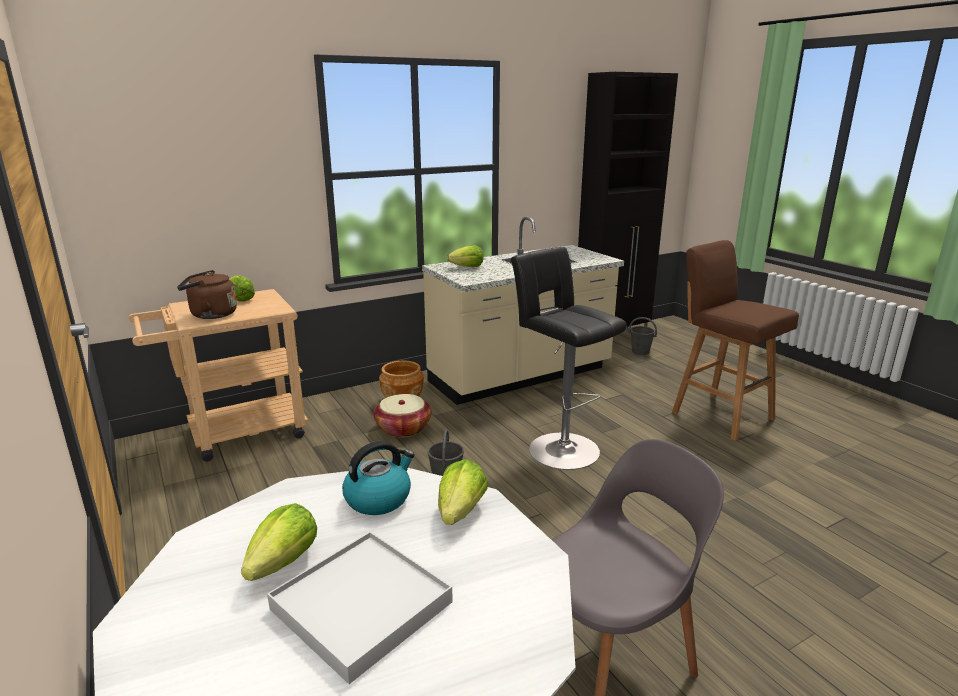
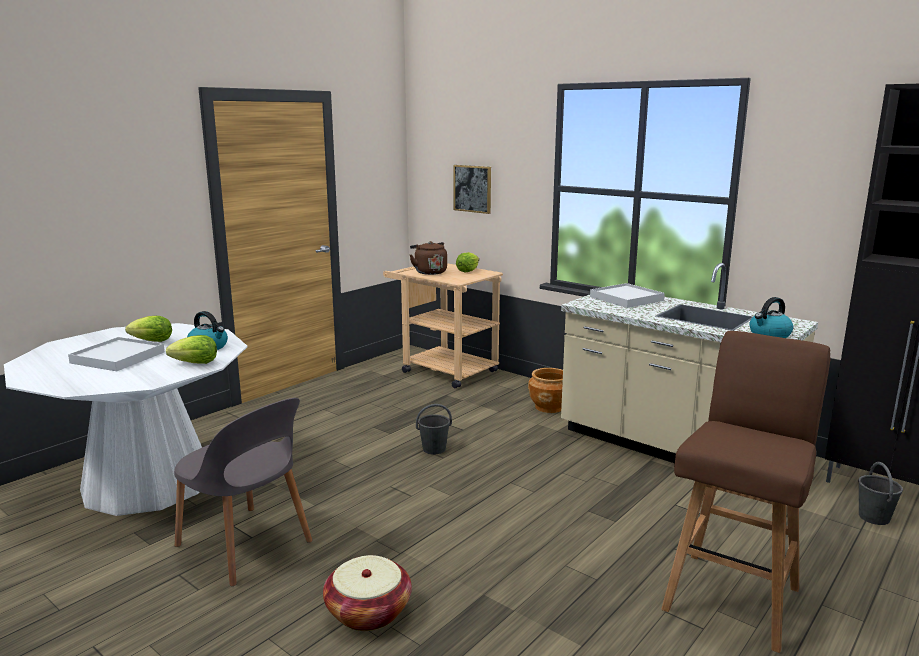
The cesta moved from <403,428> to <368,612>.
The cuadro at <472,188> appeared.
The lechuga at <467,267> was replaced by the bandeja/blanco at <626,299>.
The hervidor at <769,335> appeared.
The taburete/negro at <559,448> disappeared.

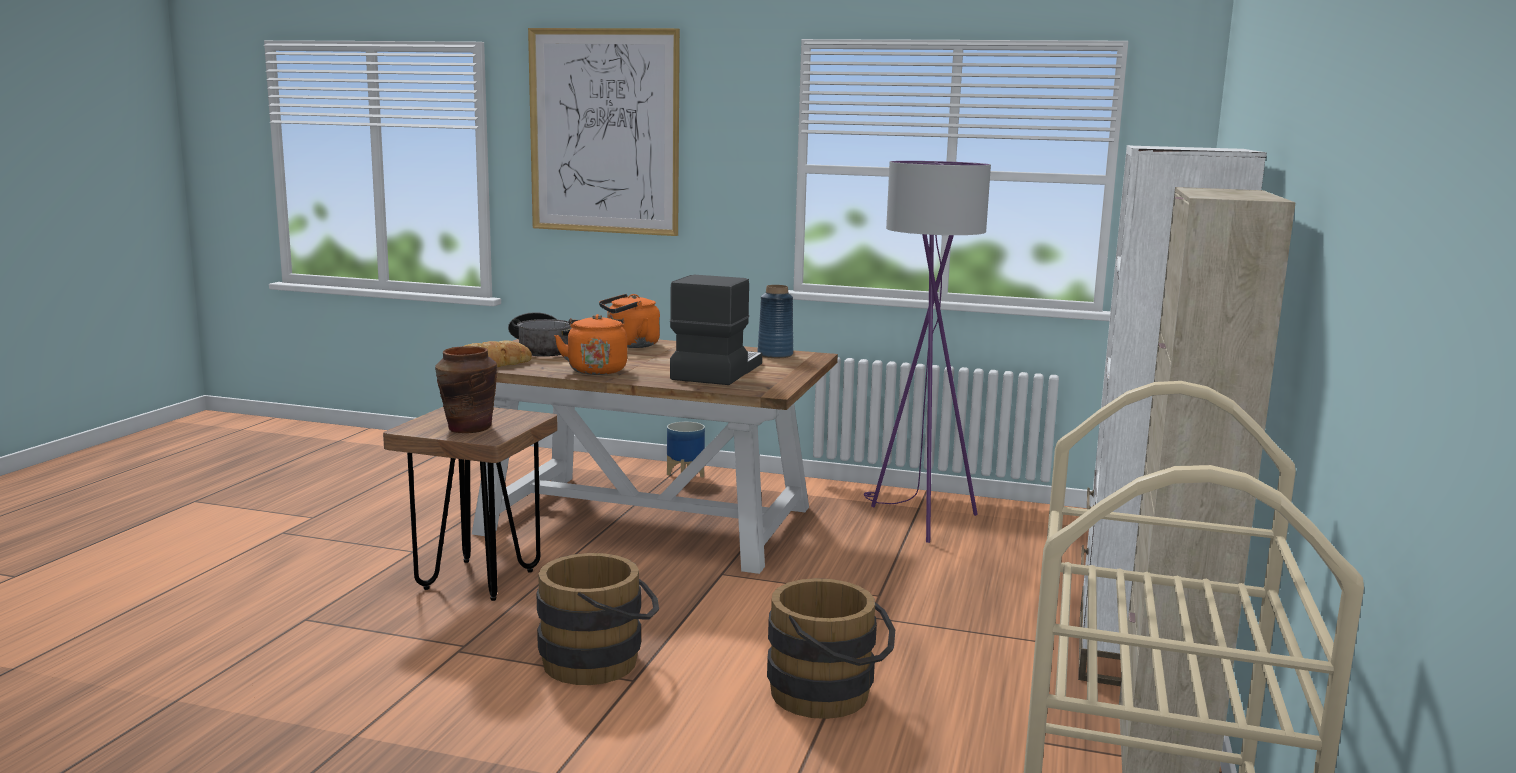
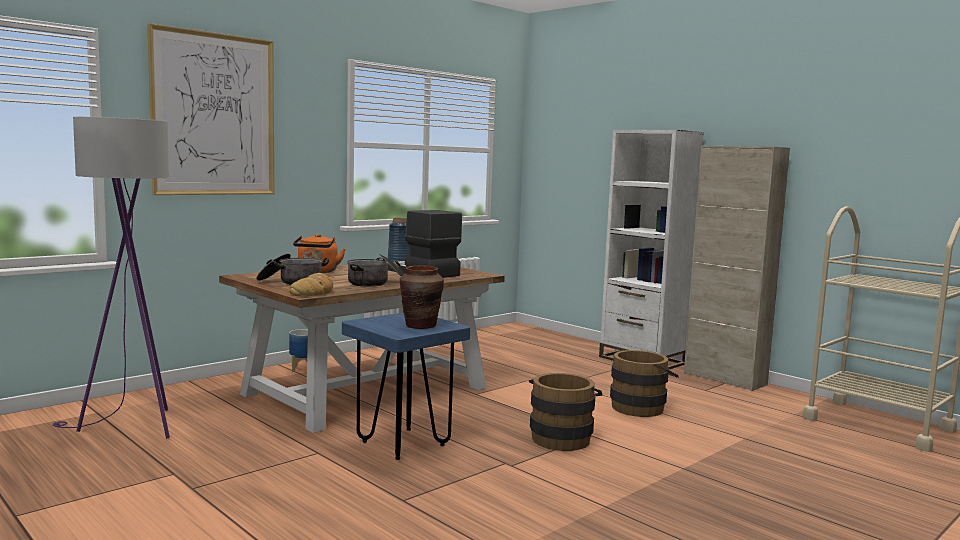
The lámpara de pie/morado moved from <916,519> to <129,427>.
The taburete/marrón at <478,580> became the taburete/azul at <403,444>.
The hervidor/naranja at <596,370> was replaced by the olla at <377,283>.

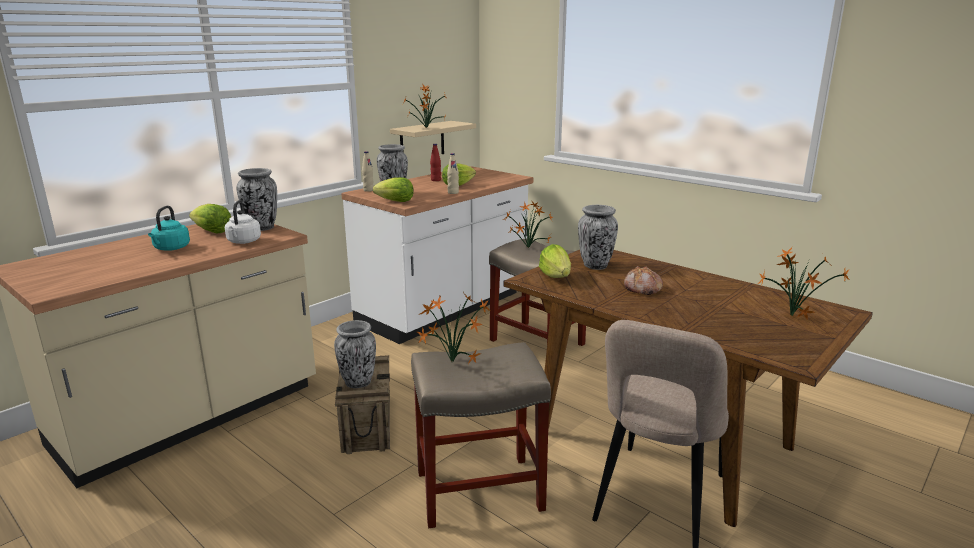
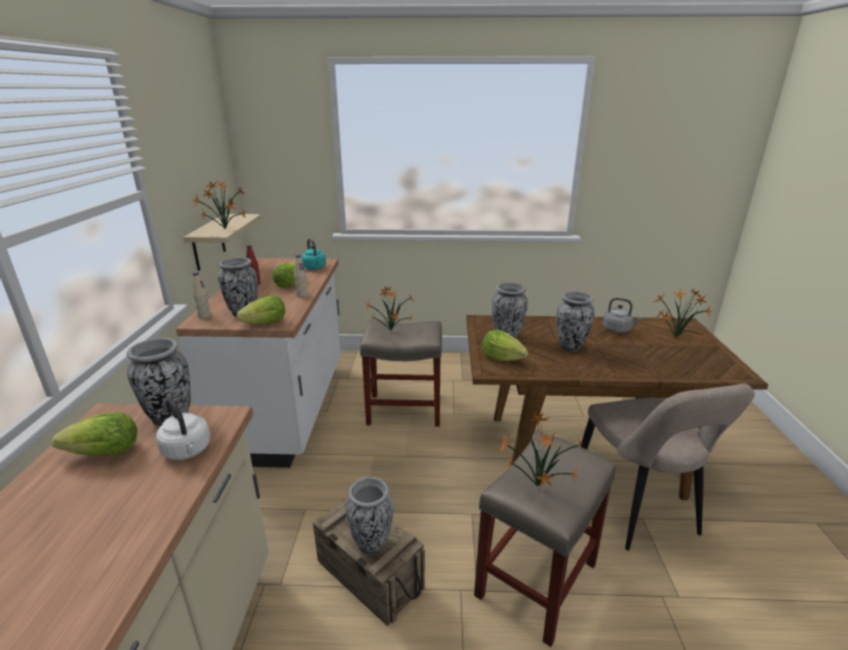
The hervidor/turquesa moved from <171,248> to <315,268>.
The pan at <642,289> was replaced by the florero at <570,347>.
The hervidor/gris at <618,330> appeared.

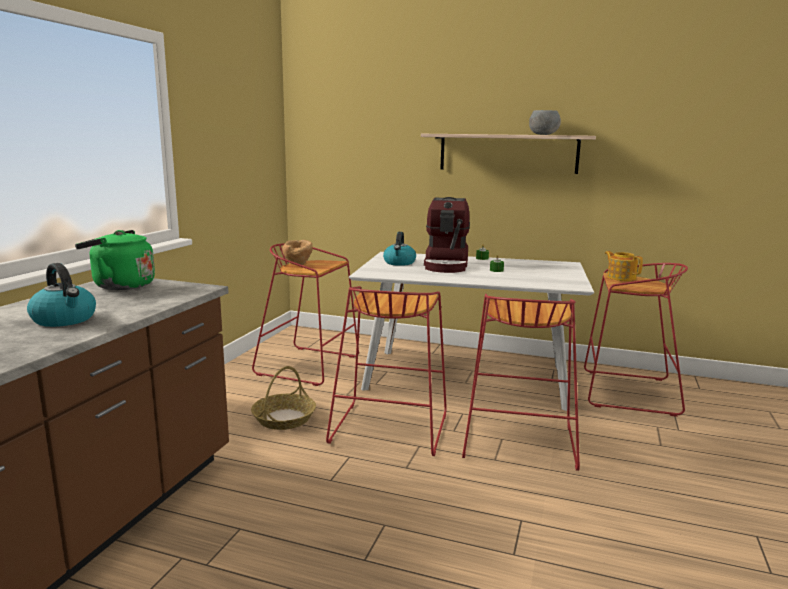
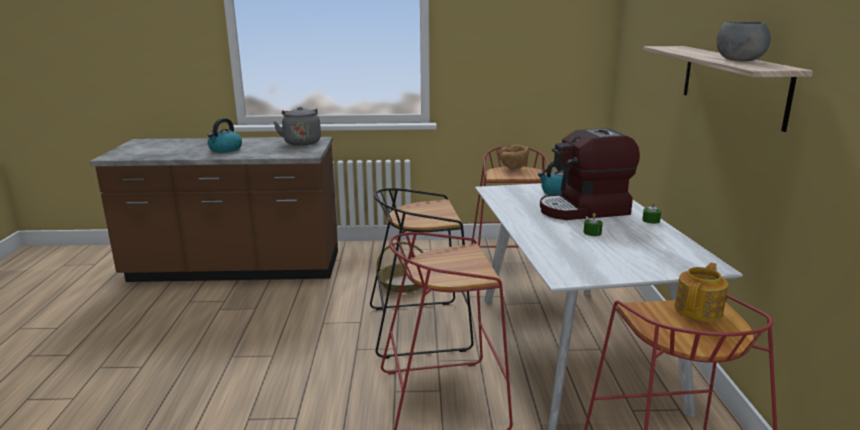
The hervidor/verde at <120,286> became the hervidor/gris at <301,142>.
The taburete/rojo at <389,427> became the taburete/negro at <421,328>.

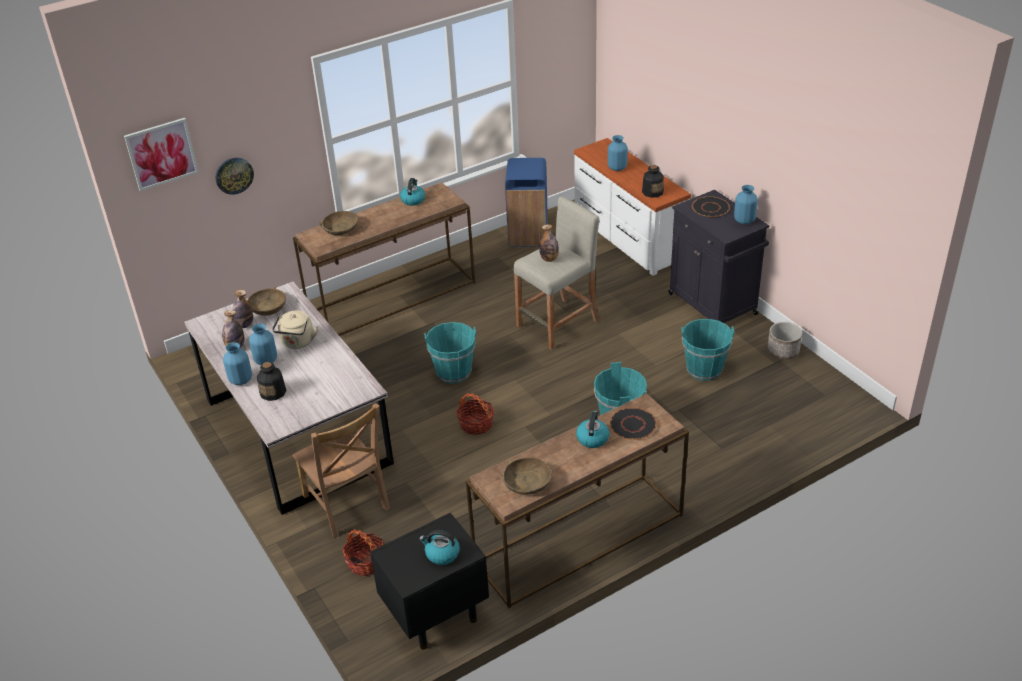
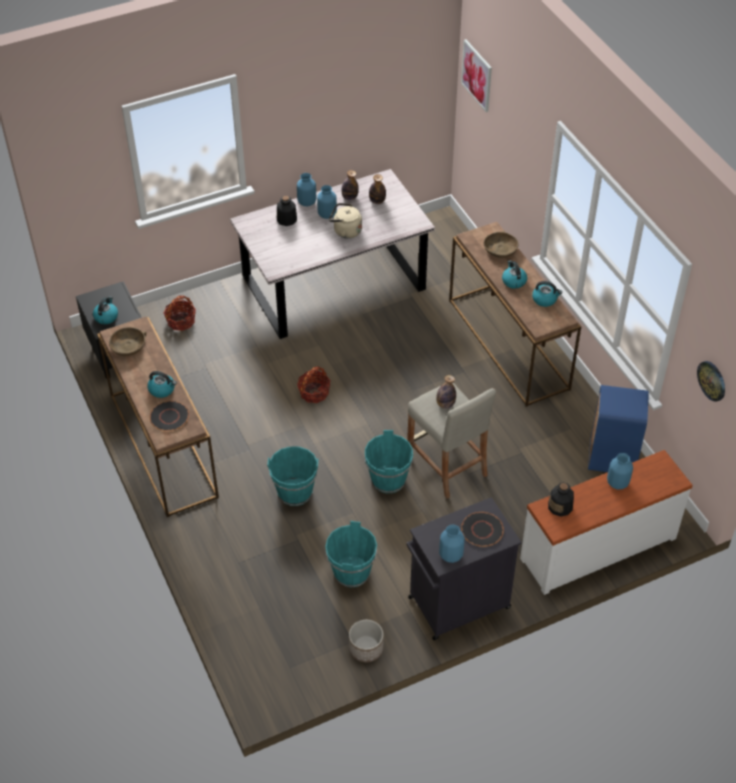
The cubo/turquesa moved from <453,372> to <388,480>.
The hervidor at <513,281> appeared.
The reloj de pared moved from <234,175> to <712,380>.
The cuenco/marrón at <268,307> disappeared.
The silla/marrón at <347,505> disappeared.

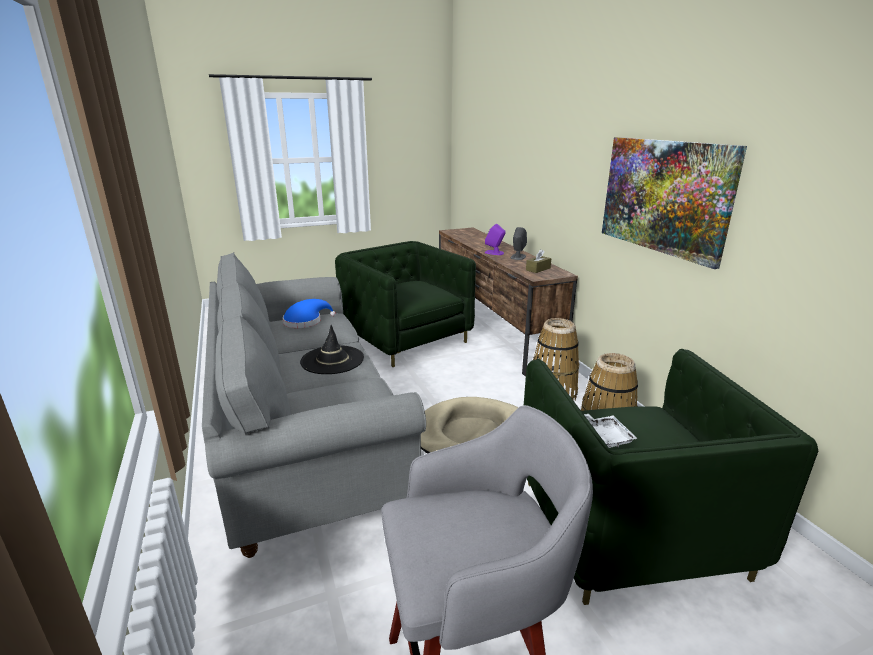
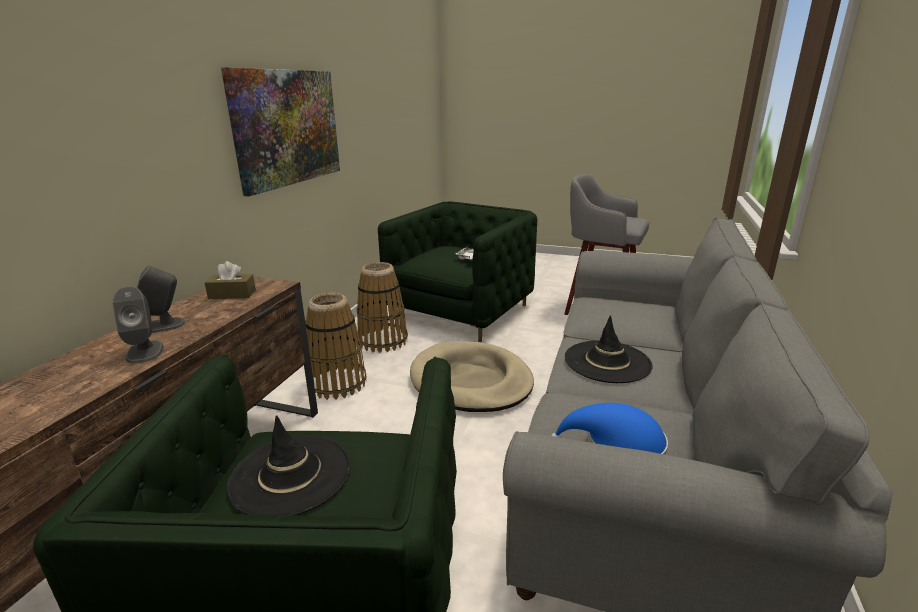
The altavoz/morado at <494,253> became the altavoz/gris at <145,352>.
The sombrero/negro at <291,475> appeared.

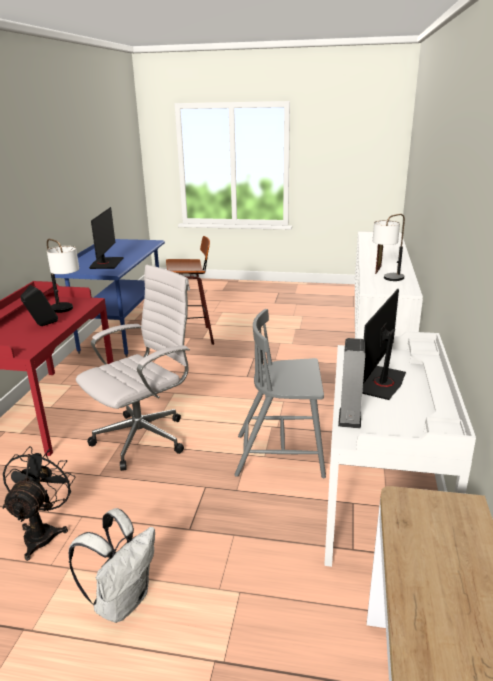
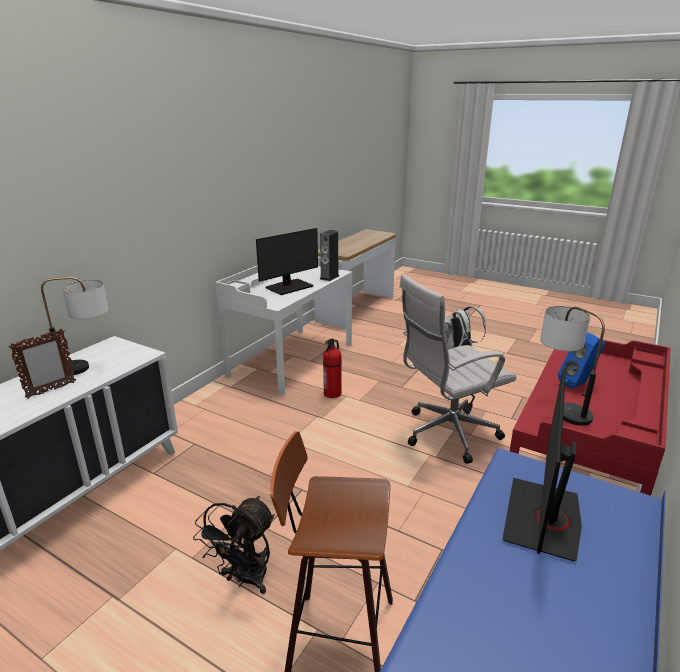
The ventilador/negro moved from <43,532> to <245,579>.
The silla/gris at <281,455> was replaced by the extintor at <332,394>.
The altavoz/negro at <42,325> became the altavoz/azul at <578,384>.

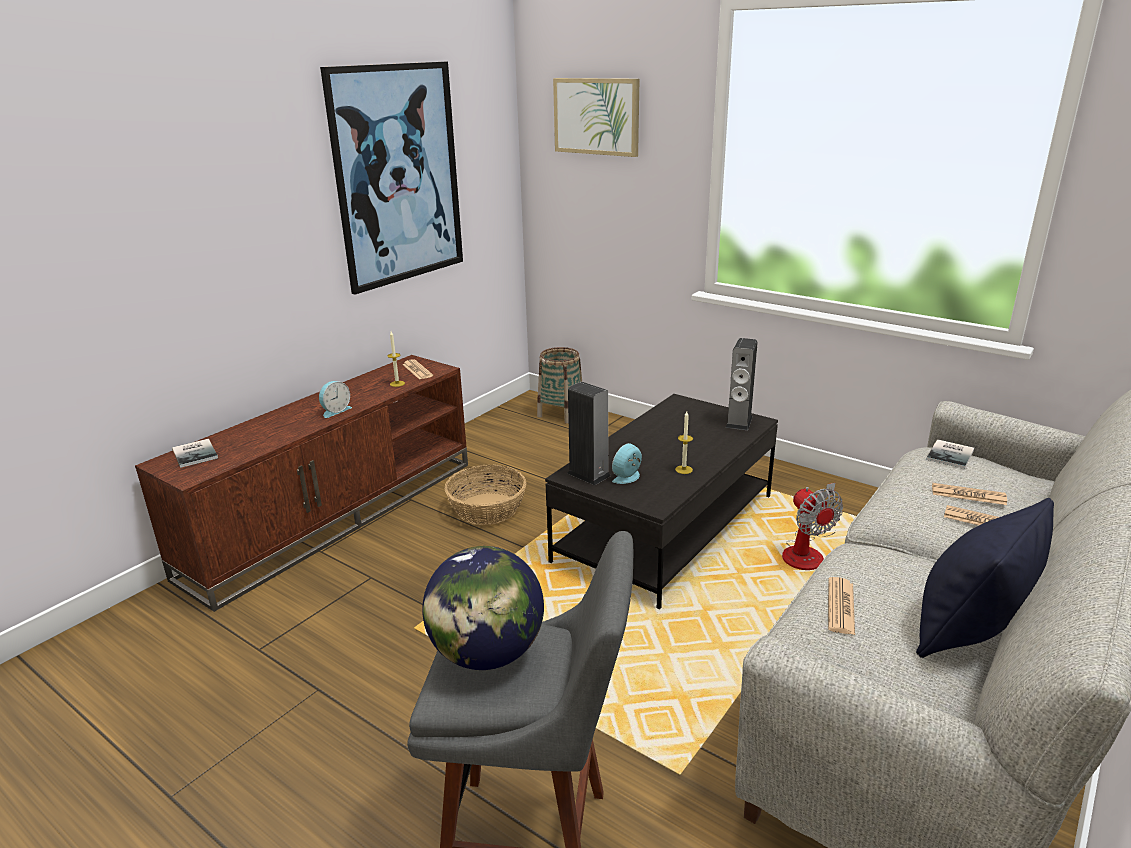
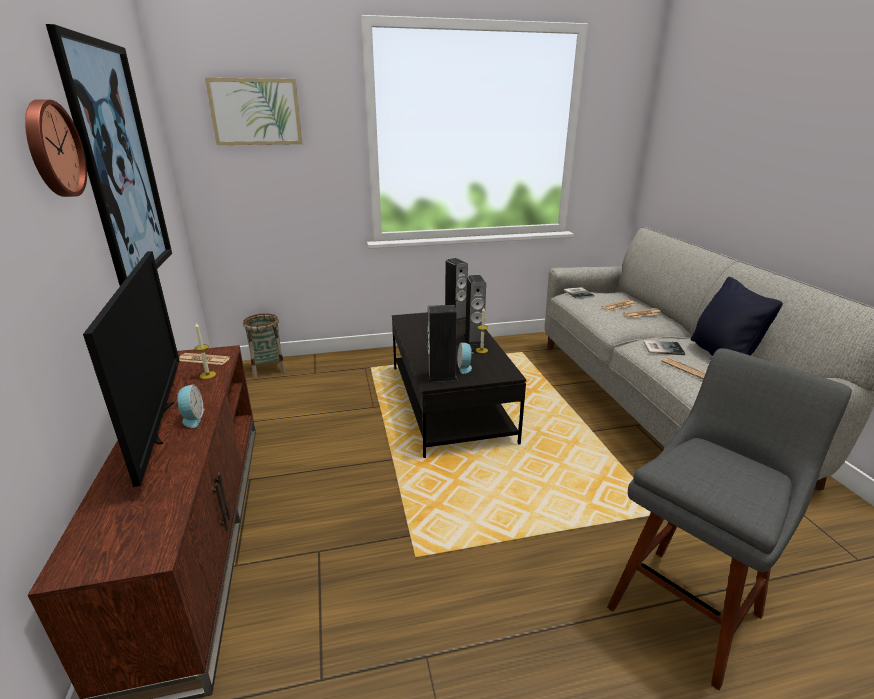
The reloj de pared at <52,149> appeared.
The televisor at <158,423> appeared.
The altavoz at <474,339> appeared.
The libro moved from <196,453> to <662,348>.
The globo terráqueo at <487,654> disappeared.
The cesta at <487,508> disappeared.
The ventilador at <807,552> disappeared.

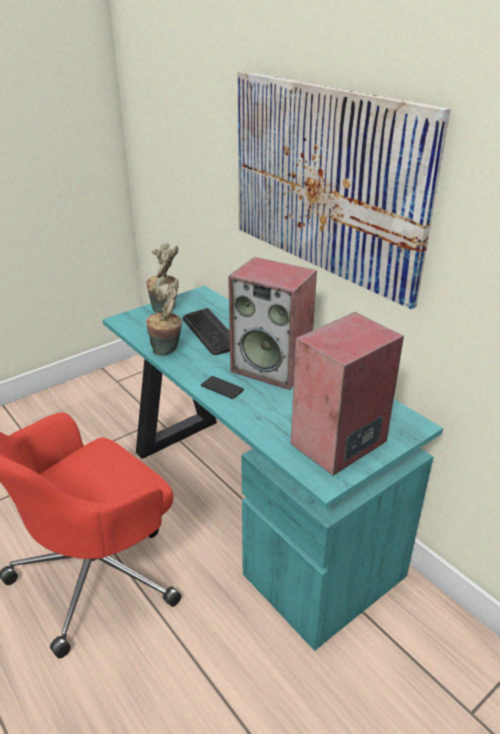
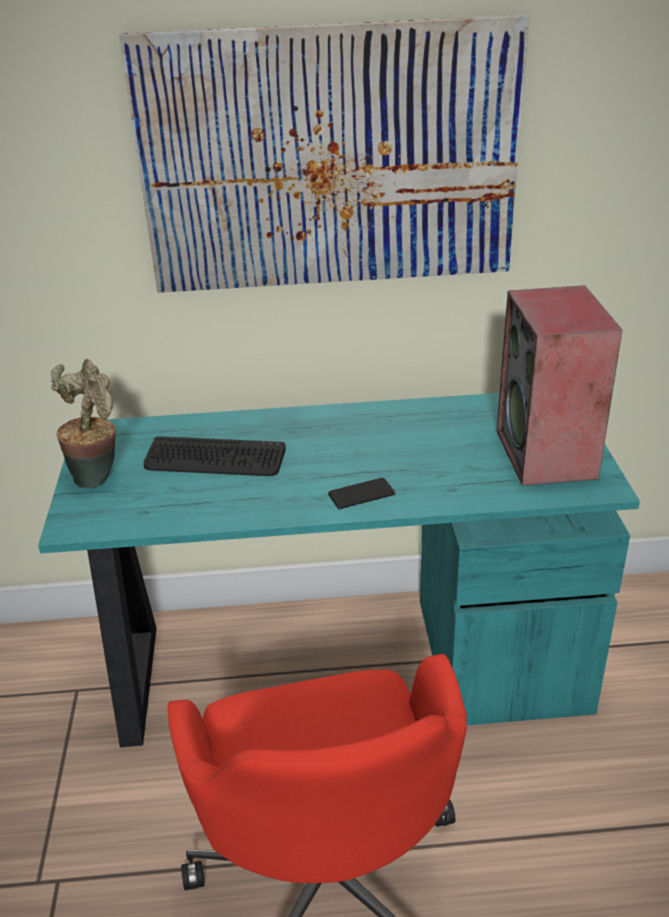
The planta en maceta at <168,350> disappeared.
The altavoz at <272,368> disappeared.

